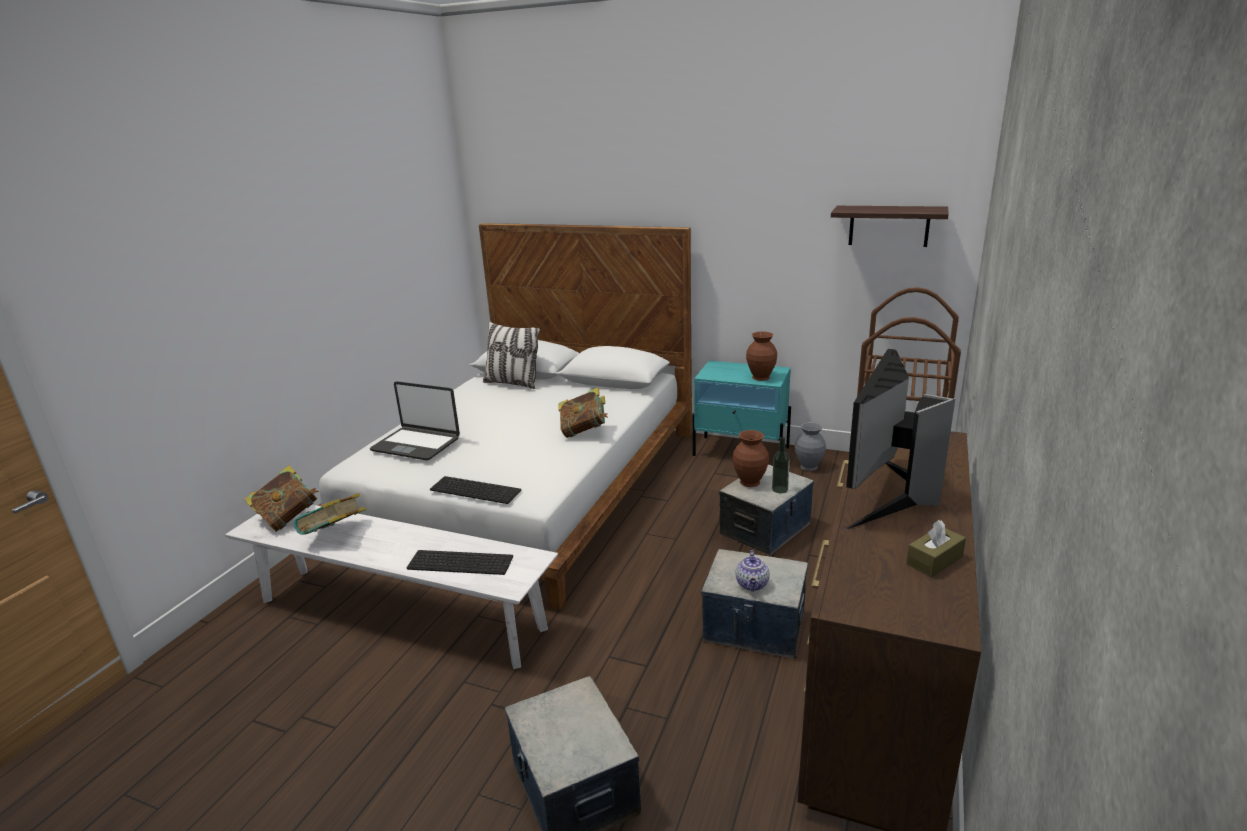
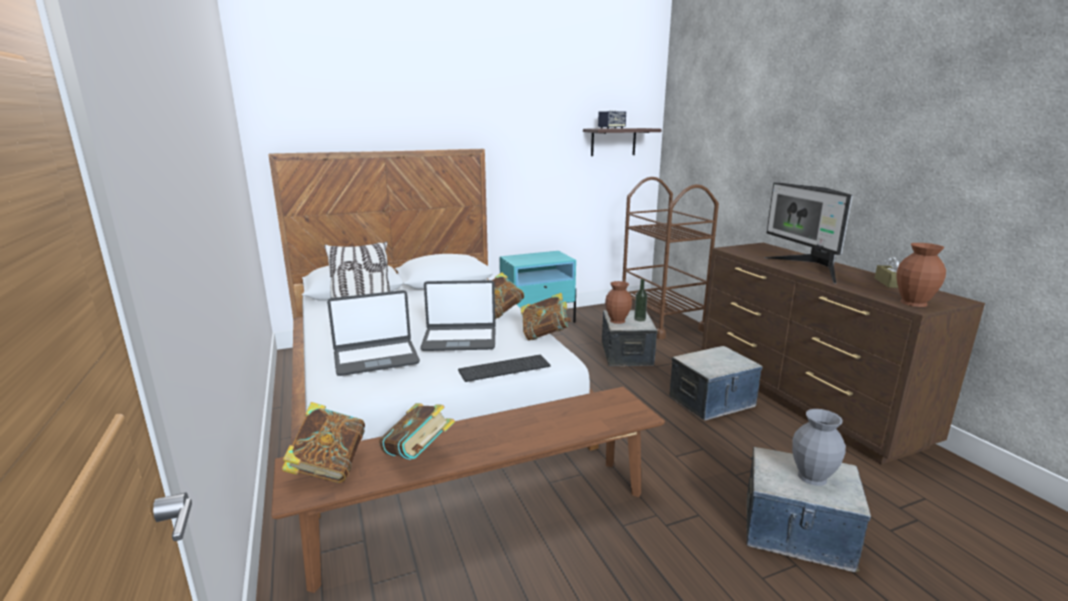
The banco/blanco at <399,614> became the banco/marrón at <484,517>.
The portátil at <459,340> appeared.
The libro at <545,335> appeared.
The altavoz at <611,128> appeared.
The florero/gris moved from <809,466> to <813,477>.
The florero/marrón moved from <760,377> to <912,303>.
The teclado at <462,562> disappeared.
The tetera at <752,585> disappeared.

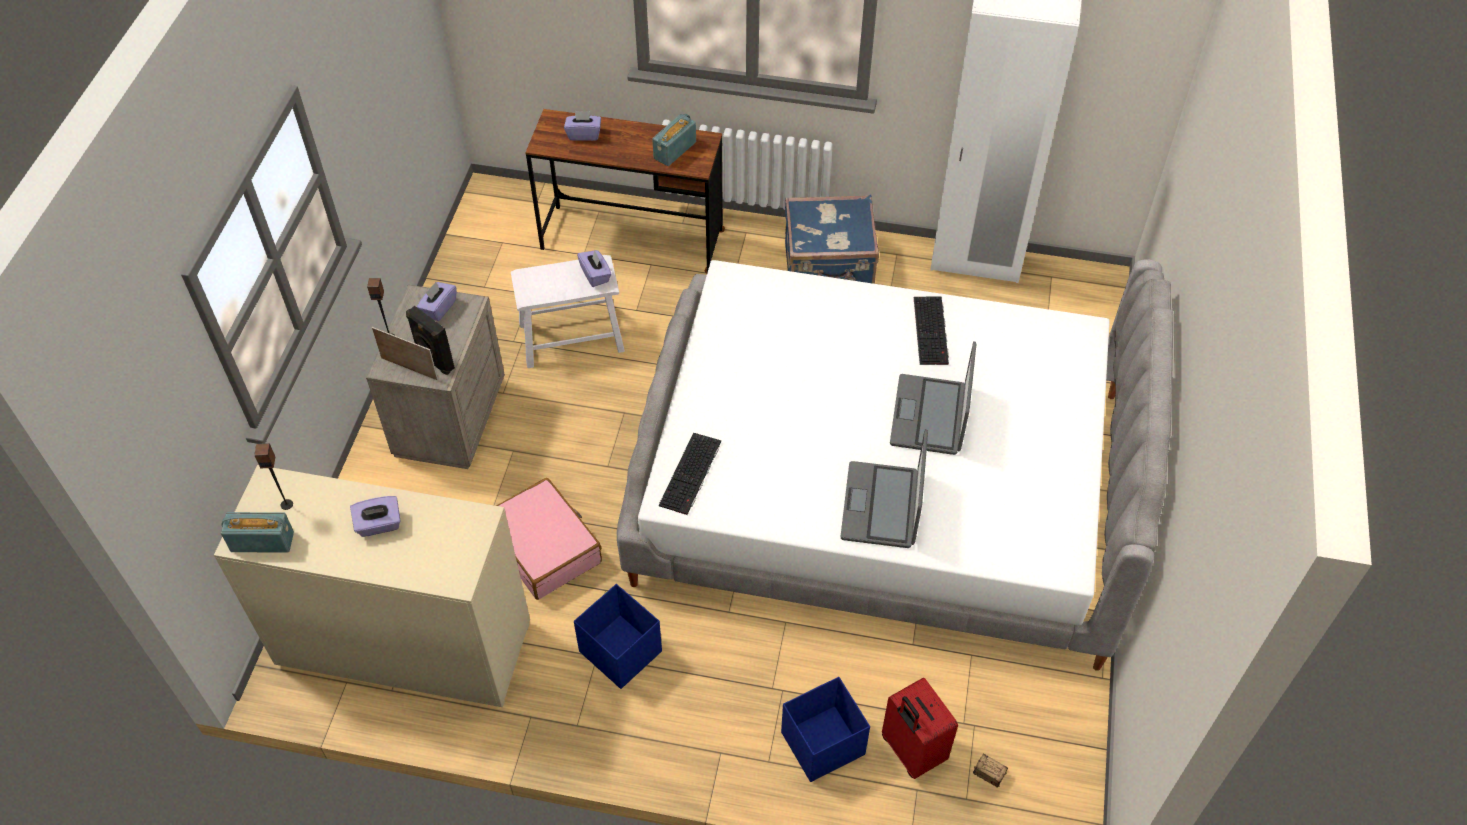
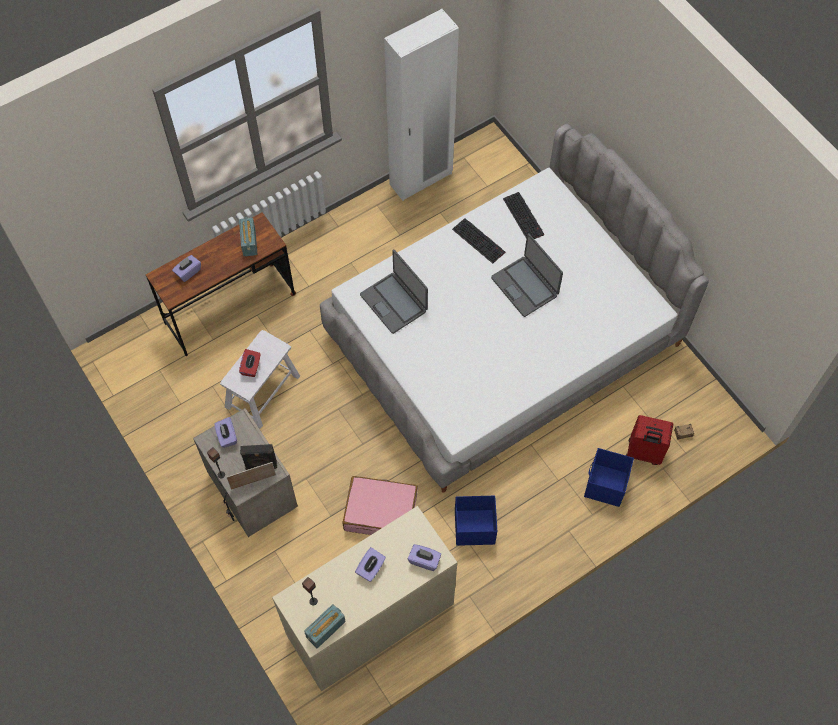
The caja de pañuelos/rojo at <251,367> appeared.
The portátil moved from <882,506> to <394,302>.
The caja de pañuelos/morado moved from <595,275> to <424,560>.
The teclado moved from <691,474> to <524,217>.
The maleta/azul at <829,269> disappeared.

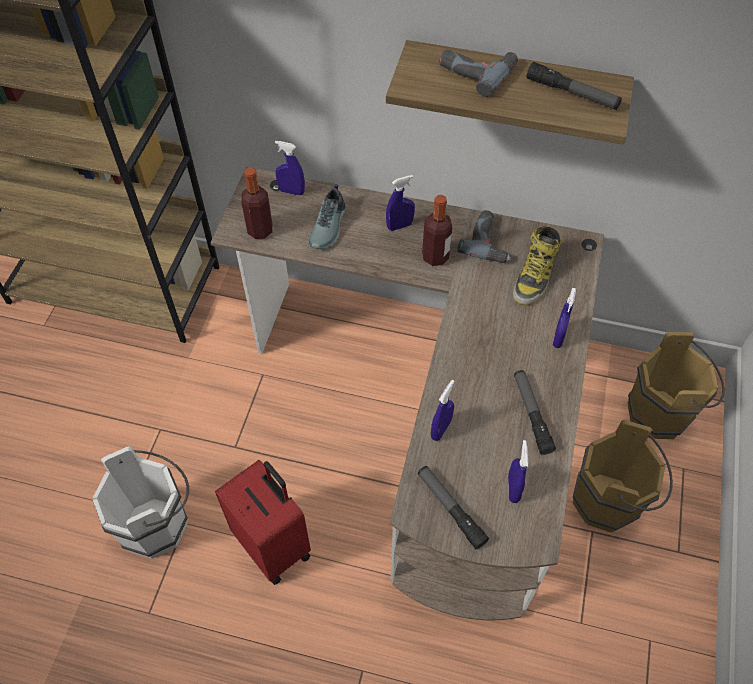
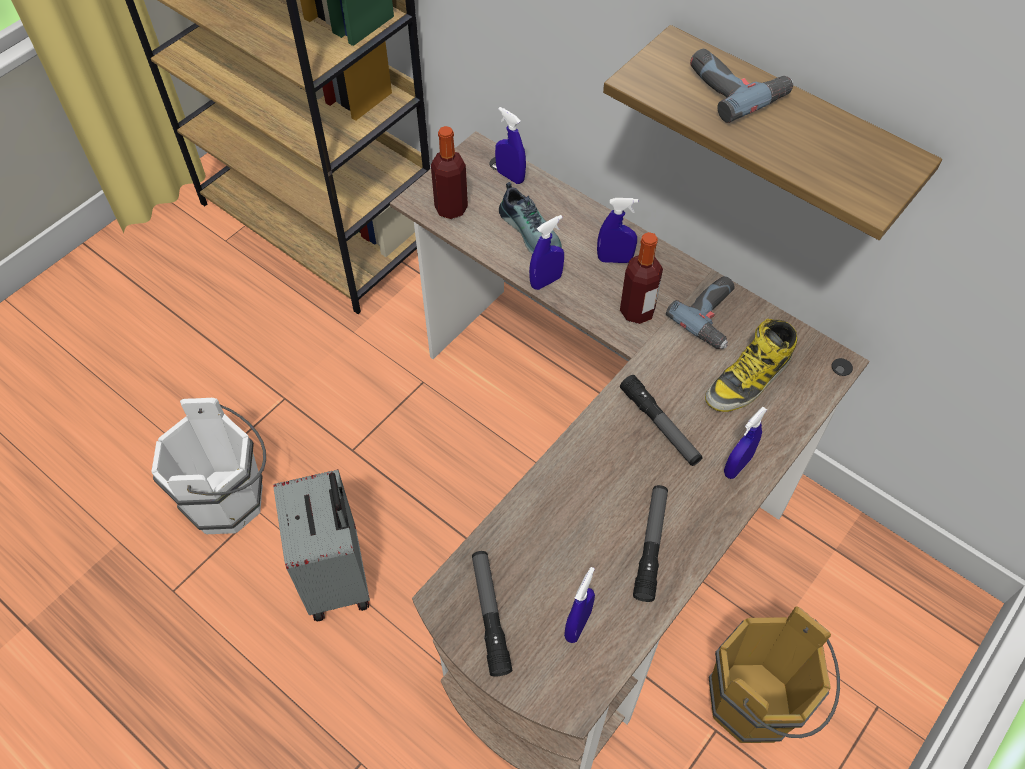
The maleta/rojo at <274,544> became the maleta/gris at <338,576>.
The zapato at <329,226> turned 75 degrees counterclockwise.
The pulverizador/azul moved from <441,429> to <546,281>.
The linterna moved from <572,93> to <660,425>.
The cubo/marrón at <662,414> disappeared.

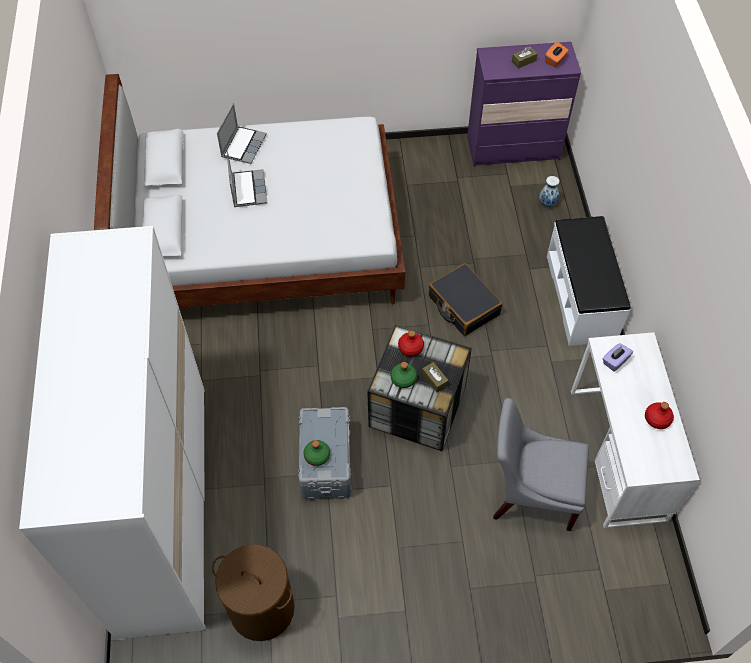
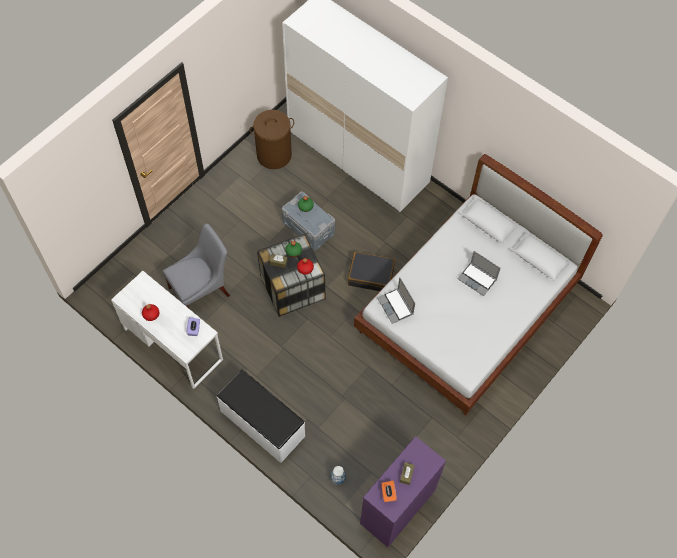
The maleta/negro moved from <463,305> to <371,275>.
The portátil moved from <243,145> to <396,306>.

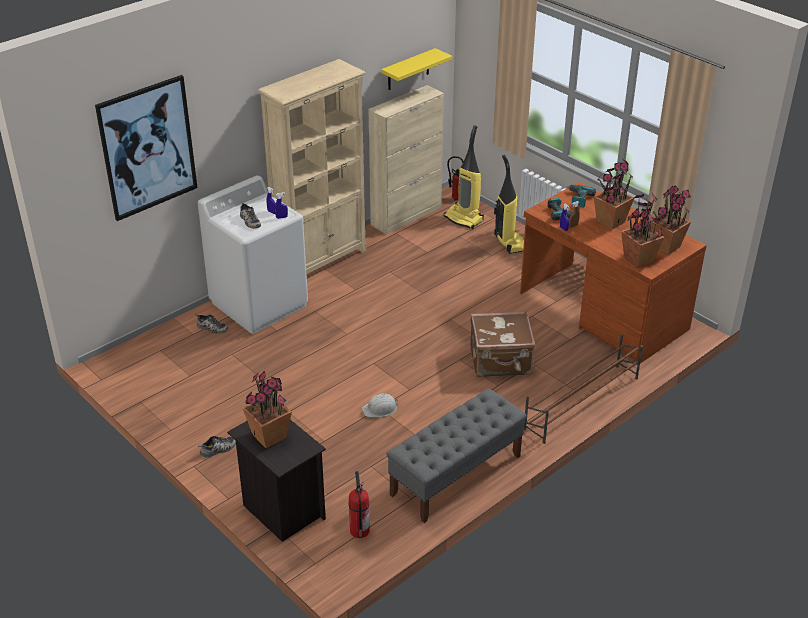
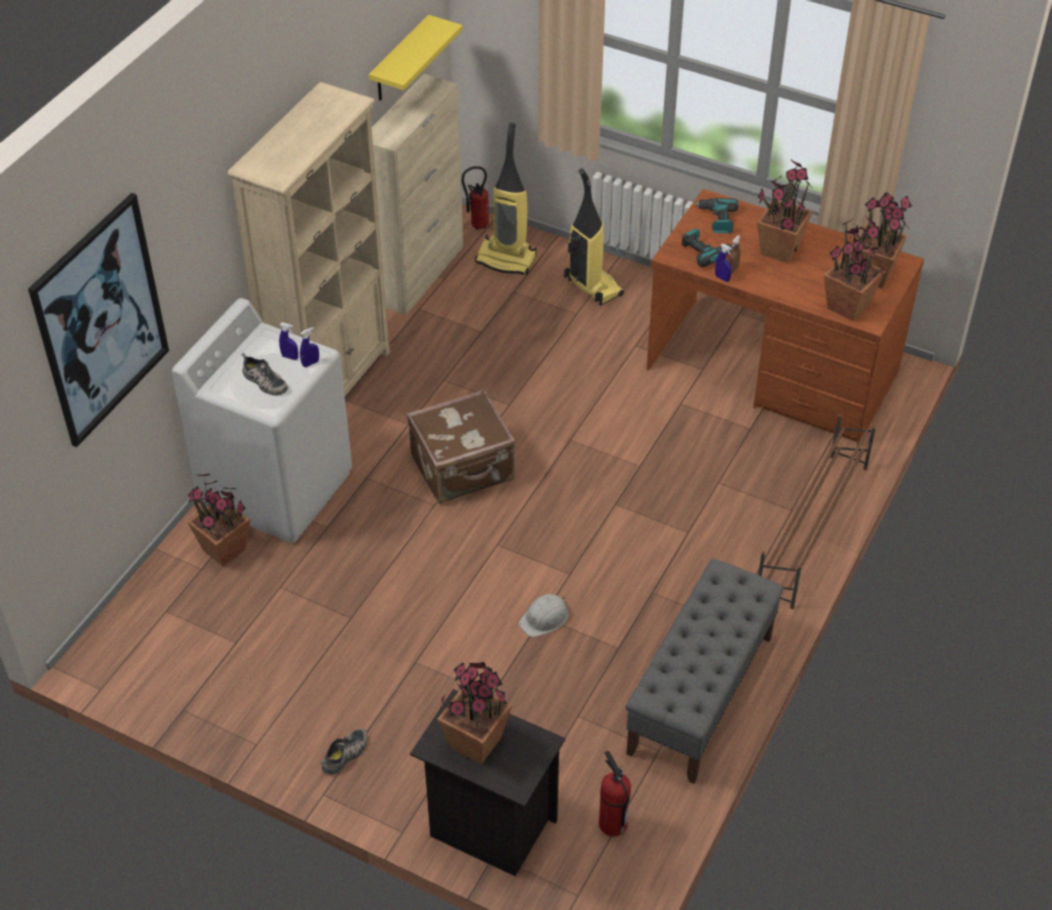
The zapato at <211,328> was replaced by the planta en maceta at <225,550>.
The maleta/marrón moved from <501,361> to <463,469>.

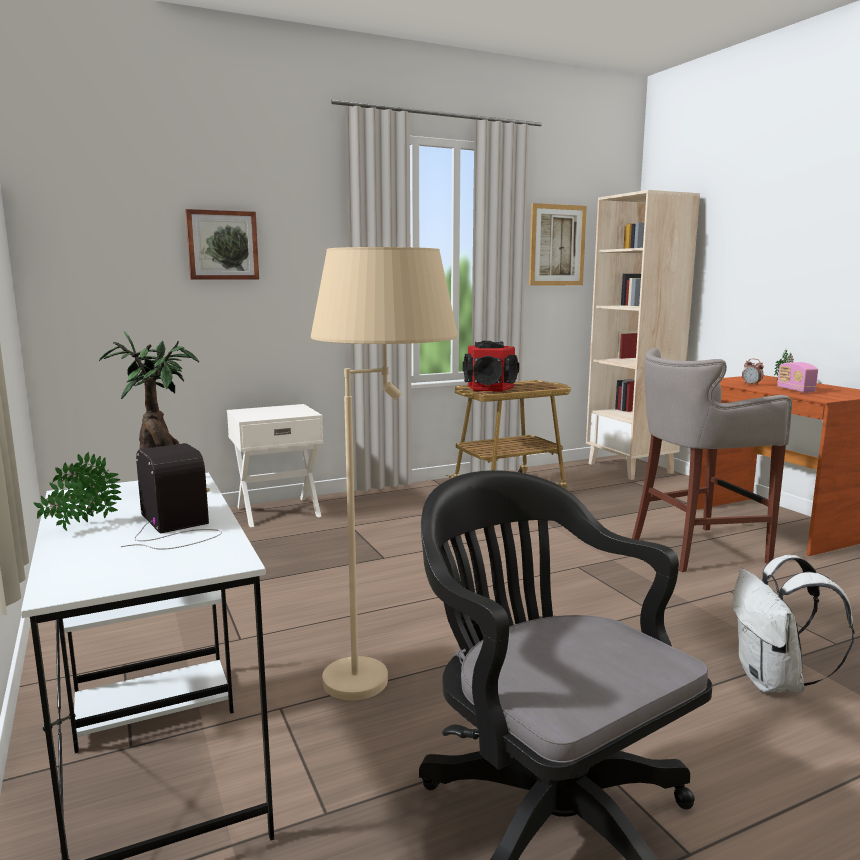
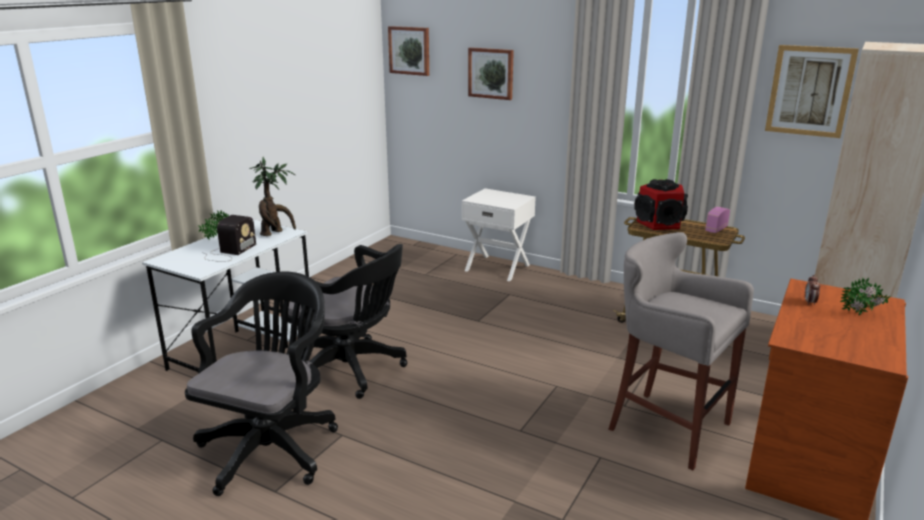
The lámpara de pie/beis at <389,672> was replaced by the silla de oficina/negro at <352,370>.
The cuadro at <409,50> appeared.
The radio moved from <795,390> to <716,229>.
The mochila/blanco at <774,682> disappeared.

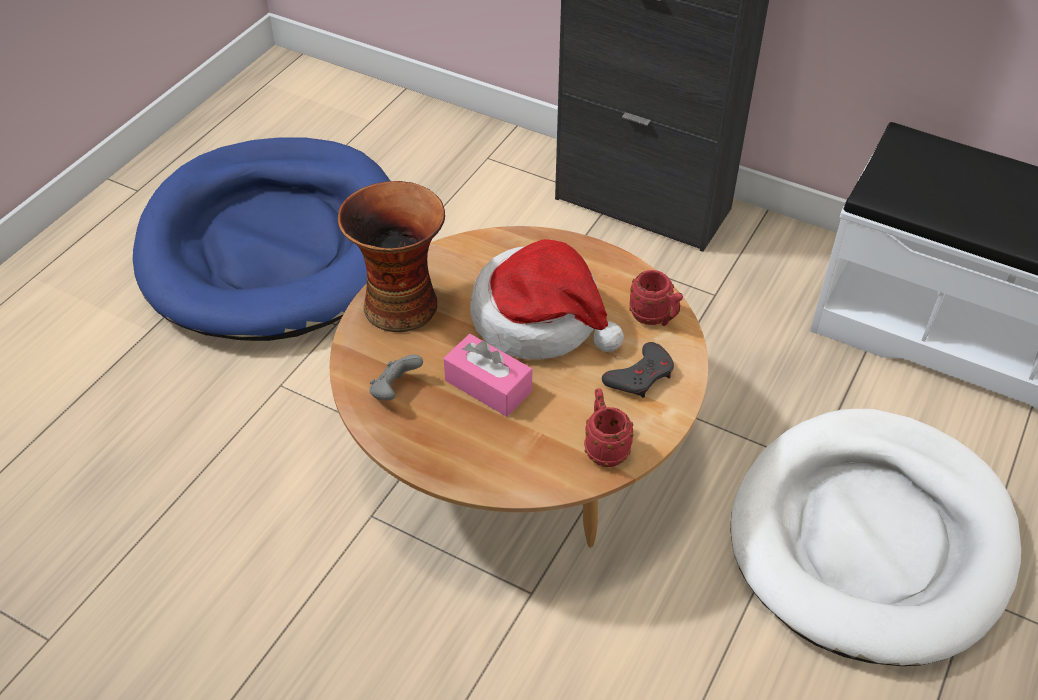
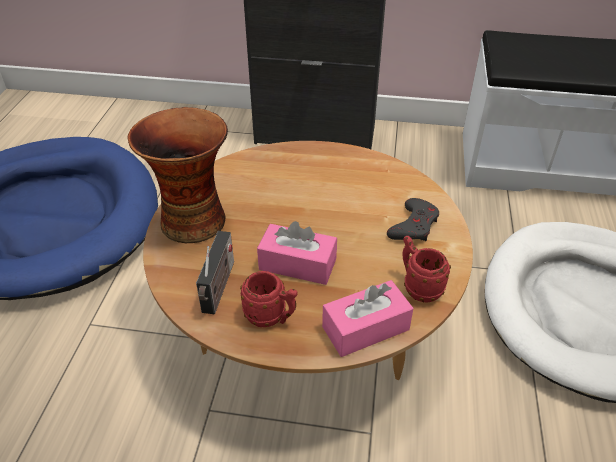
The mando de consola/gris at <395,390> was replaced by the radio at <218,289>.
The taza grande/rojo moved from <654,318> to <271,317>.
The caja de pañuelos/rosa at <365,328> appeared.
The sombrero at <540,319> disappeared.

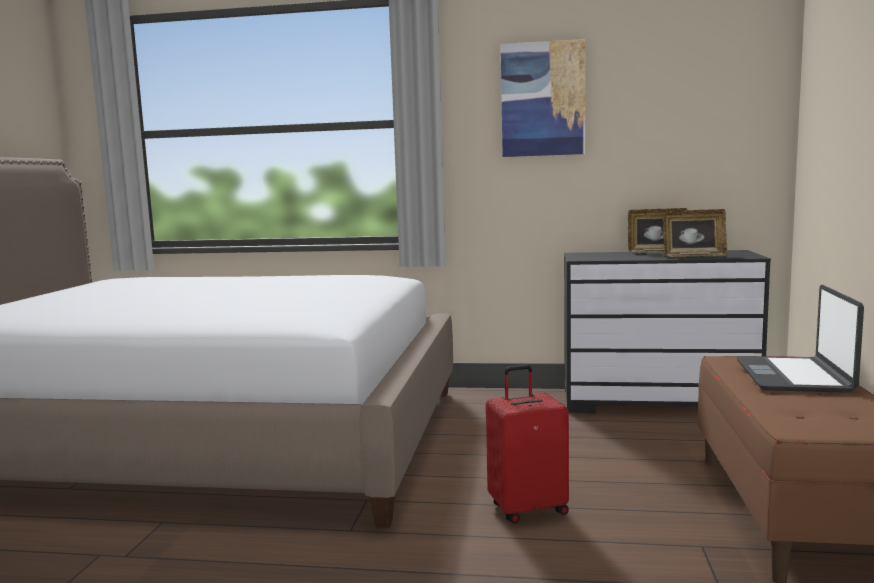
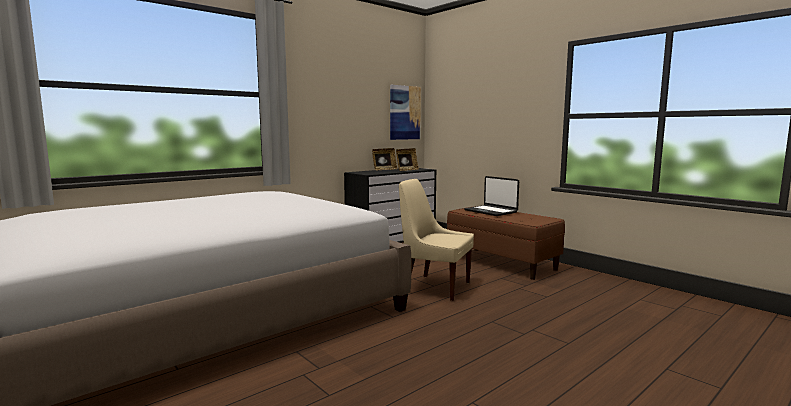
The cuadro moved from <543,99> to <405,112>.
The maleta/rojo at <527,509> was replaced by the silla/beis at <434,287>.

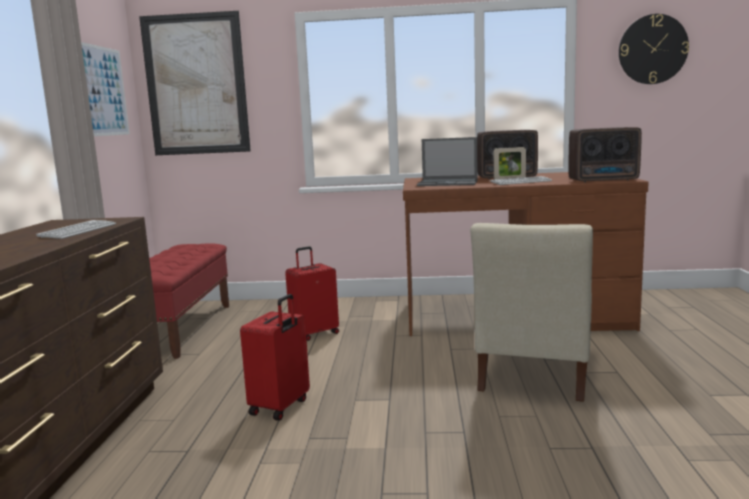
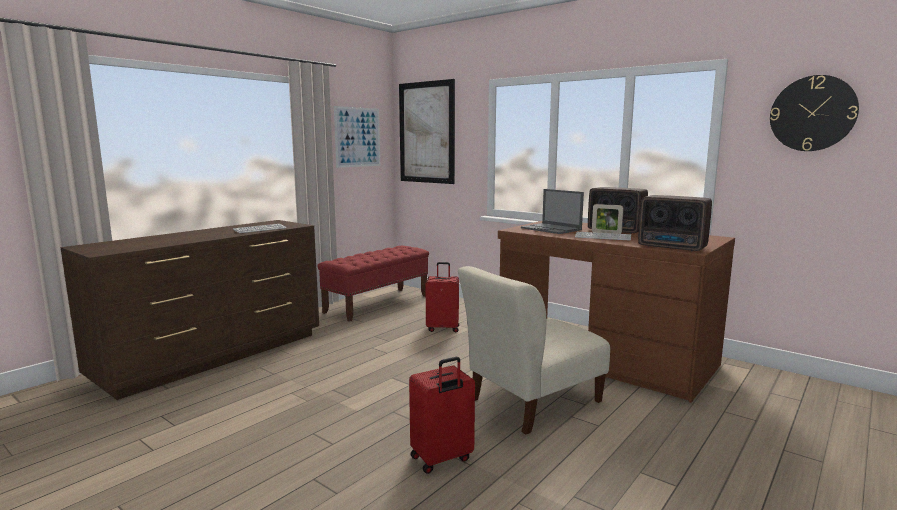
The maleta/rojo moved from <281,407> to <442,459>.

